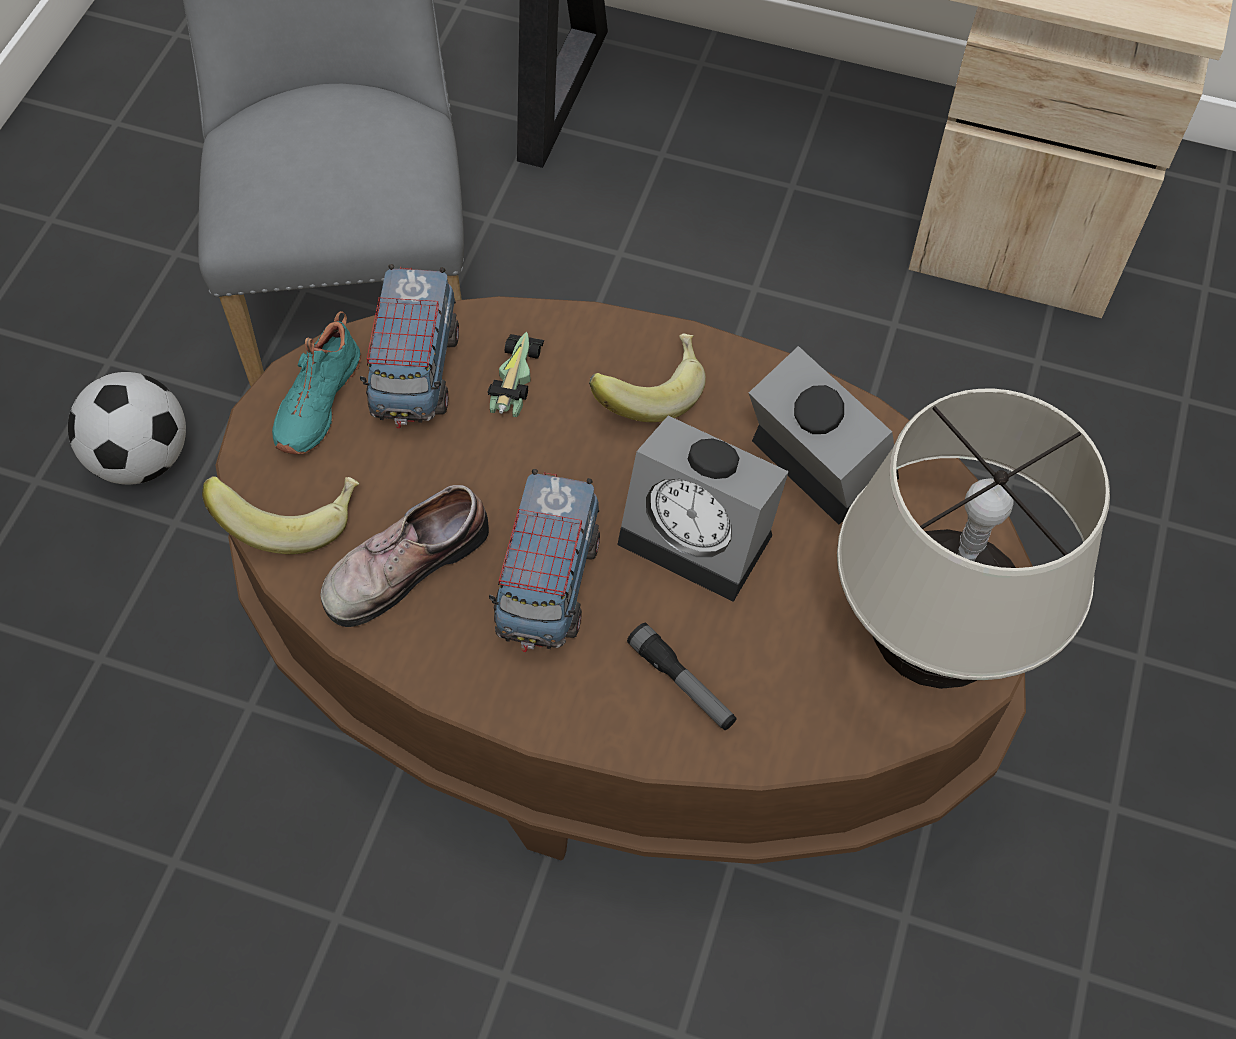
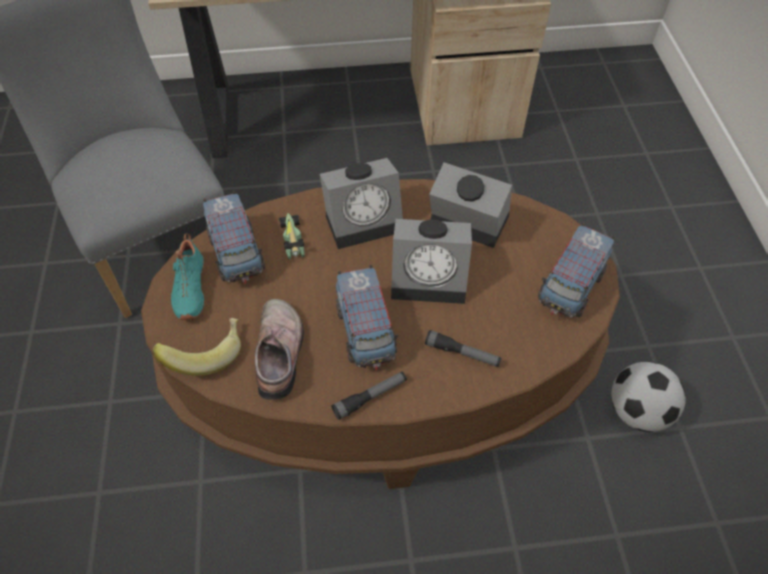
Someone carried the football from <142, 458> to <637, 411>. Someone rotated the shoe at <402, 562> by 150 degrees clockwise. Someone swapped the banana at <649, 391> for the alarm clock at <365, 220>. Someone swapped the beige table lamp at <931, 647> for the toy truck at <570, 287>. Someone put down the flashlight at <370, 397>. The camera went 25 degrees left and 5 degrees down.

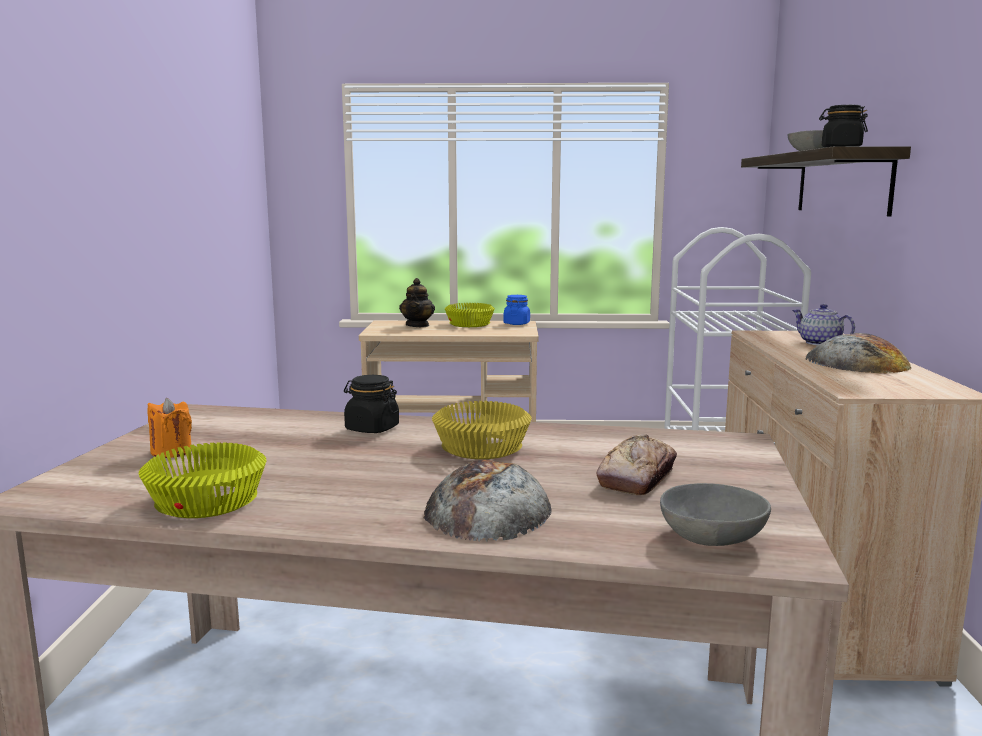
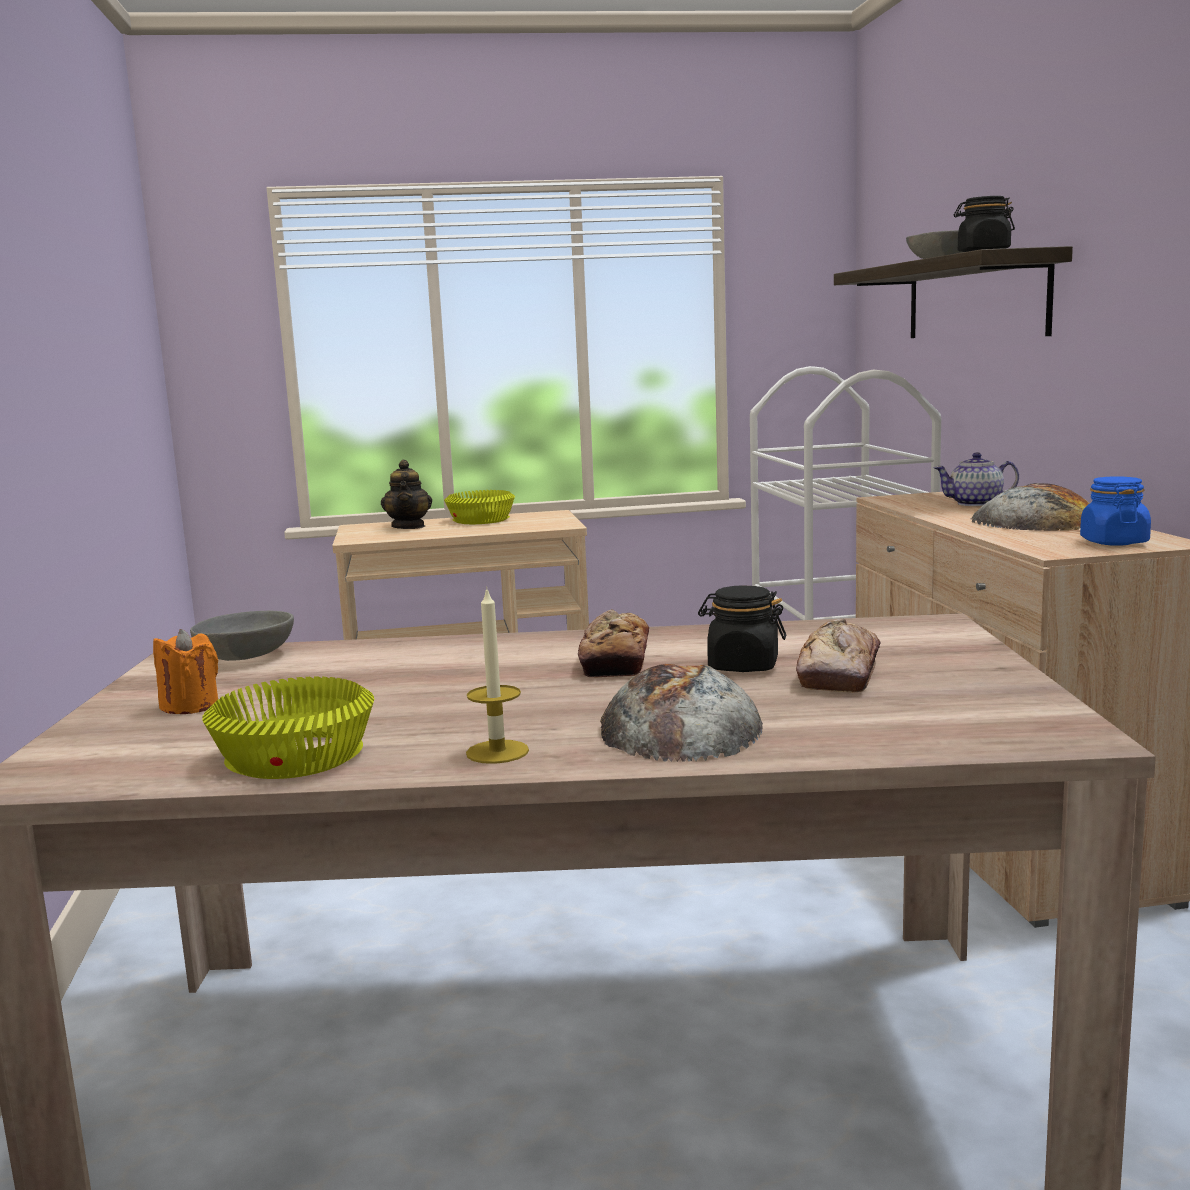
Someone carried the black jar from <371, 428> to <742, 666>. Someone swapped the yellow bowl at <480, 447> for the bread at <615, 660>. Someone carried the blue jar from <516, 323> to <1113, 542>. Someone carried the grey bowl from <711, 537> to <246, 656>. Someone rotated the teapot at <820, 343> by 45 degrees counterclockwise. Someone put down the candle at <497, 752>. The camera went 10 degrees left and 0 degrees up.

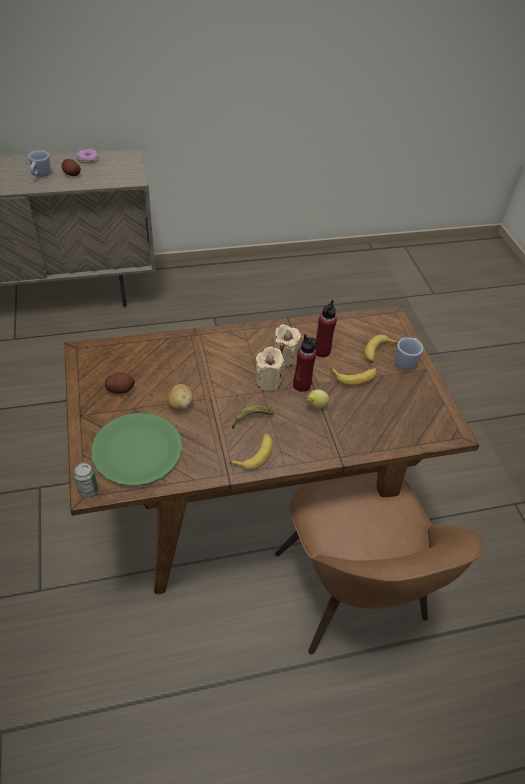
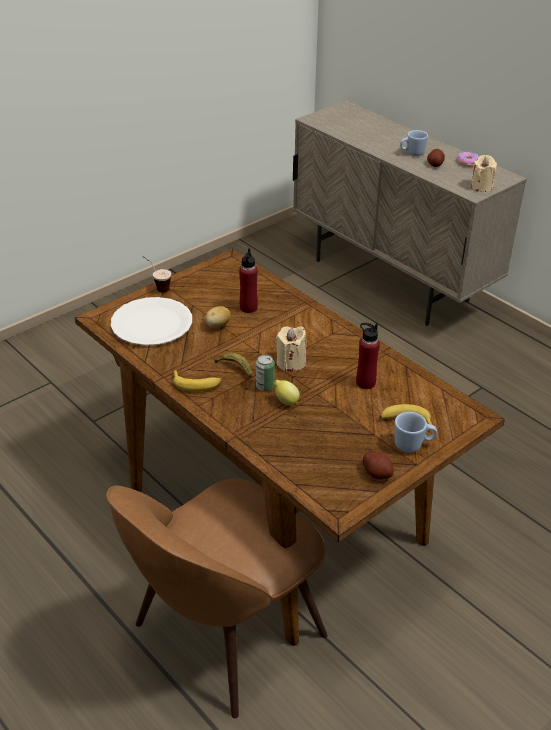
Someone carried the can from <88, 490> to <265, 386>. Someone repainted the green plate at <137, 450>, which became the white plate at <151, 323>. Someone carried the potato from <120, 389> to <377, 473>. Someone carried the beige candle from <285, 357> to <481, 187>. Someone carried the red bottle from <301, 385> to <248, 308>. Someone took away the banana at <355, 377>. Someone put down the cup at <157, 287>. The camera went 65 degrees right and 10 degrees down.

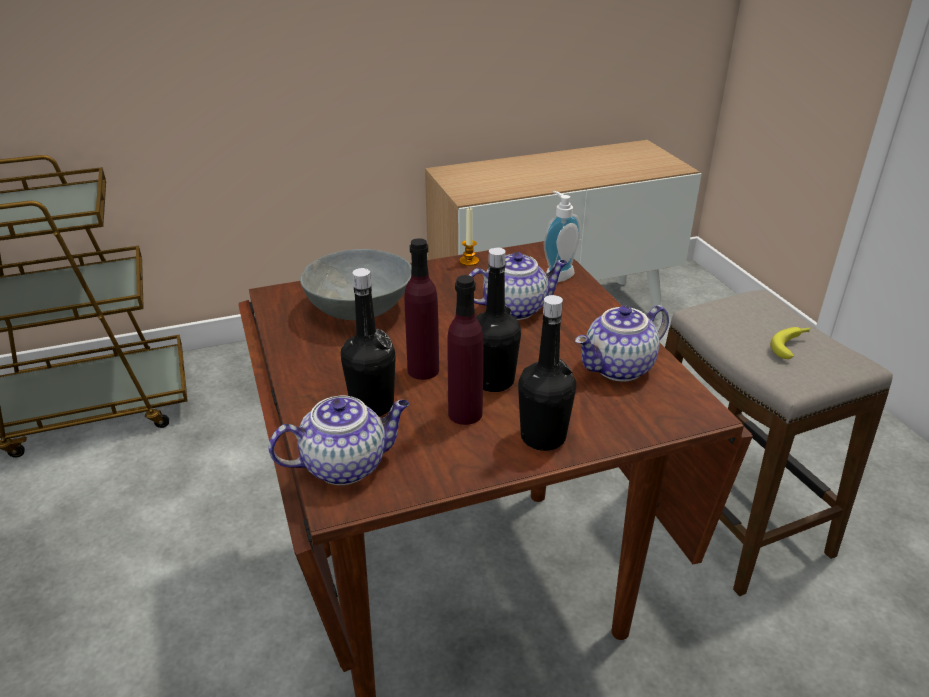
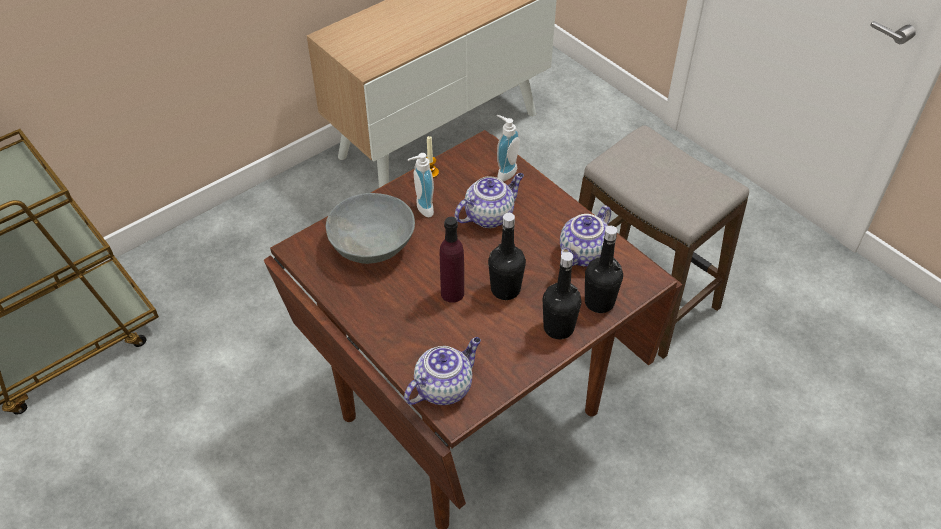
Someone carried the black bottle from <372, 405> to <599, 302>. Someone took away the purple bottle at <465, 413>. Someone took away the banana at <792, 345>. Someone put down the soap dispenser at <421, 209>. The camera went 20 degrees left and 15 degrees up.

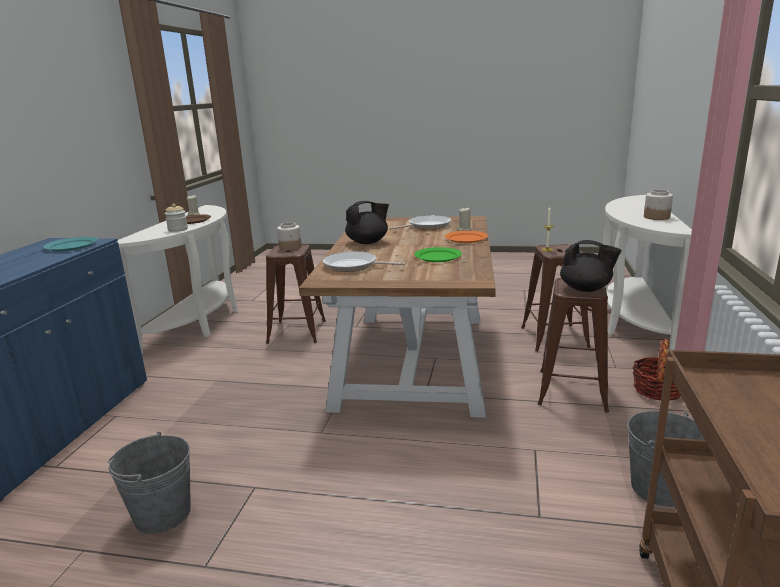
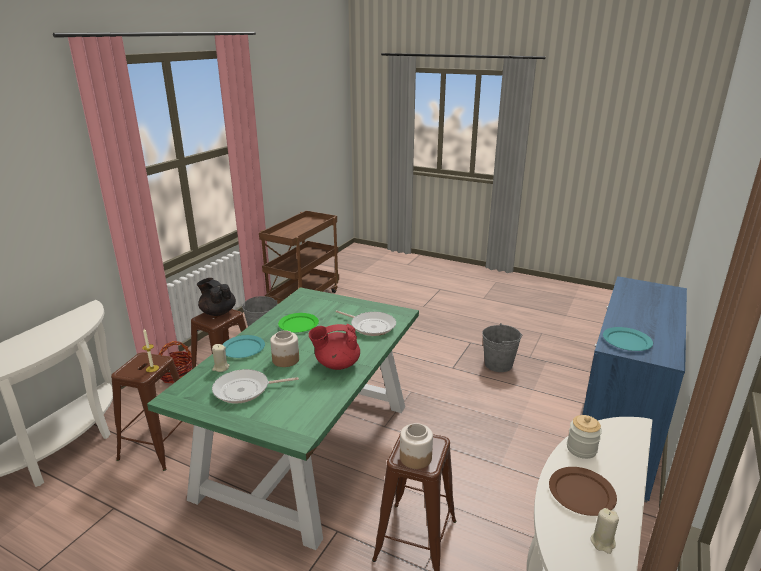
Someone repainted the brown dining table at <414, 359>, which became the green dining table at <308, 447>. Someone repainted the black teapot at <368, 242>, which became the red teapot at <336, 364>. Someone repainted the orange plate at <466, 238>, which became the turquoise plate at <243, 349>. Someone carried the jar from <657, 217> to <285, 360>. The camera went 165 degrees left and 5 degrees up.

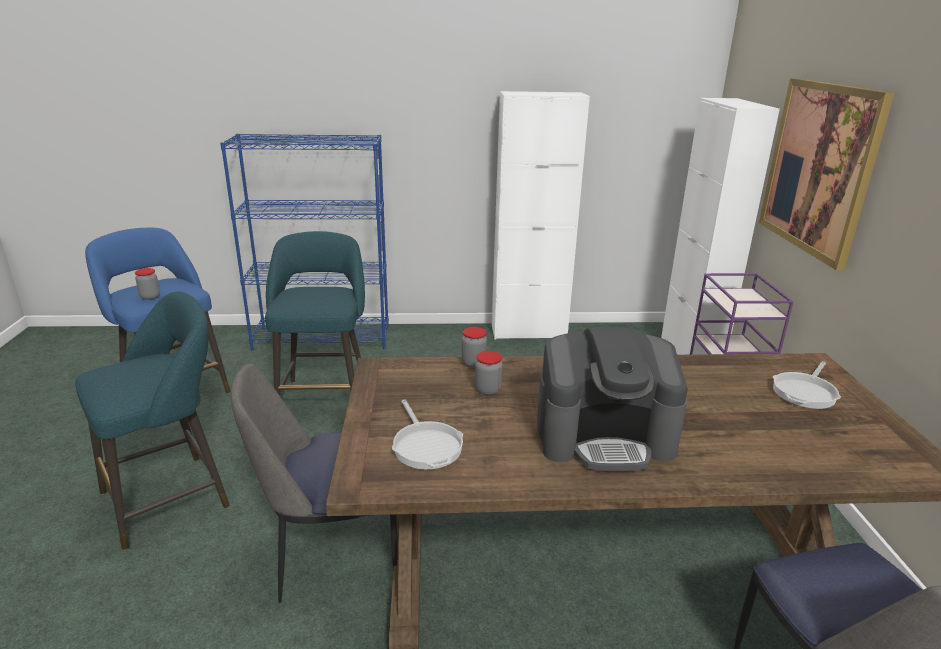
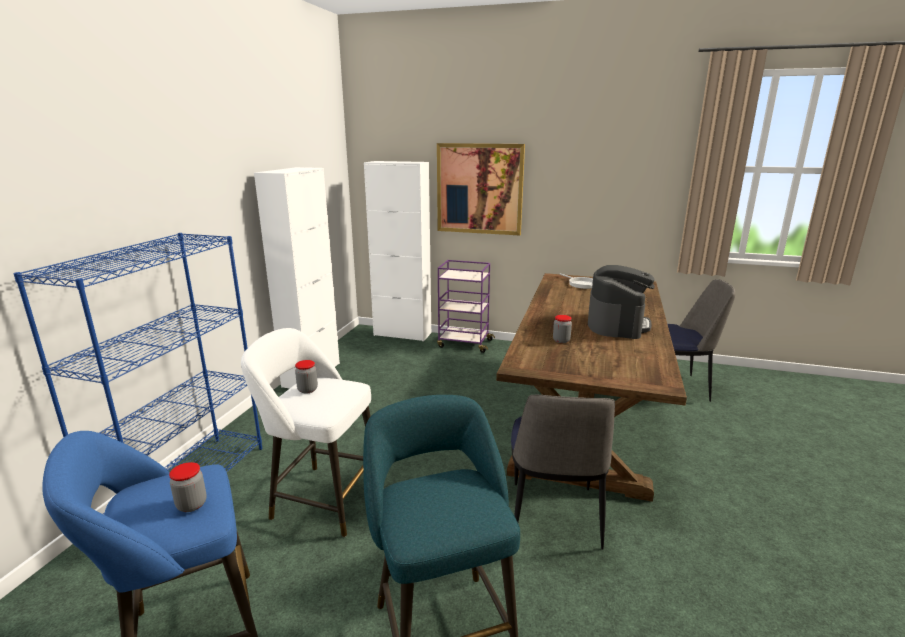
Someone repainted the turquoise stool at <324, 396>, which became the white stool at <322, 498>. Someone took away the frying pan at <426, 446>. Someone carried the jar from <473, 363> to <307, 390>. The camera went 70 degrees left and 5 degrees down.

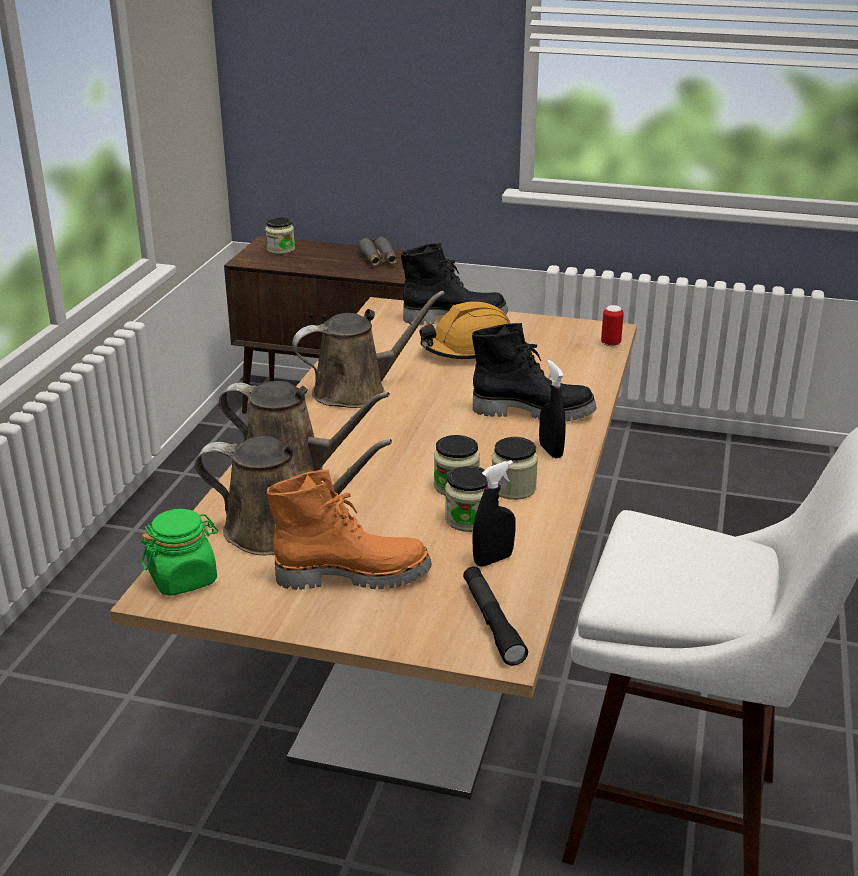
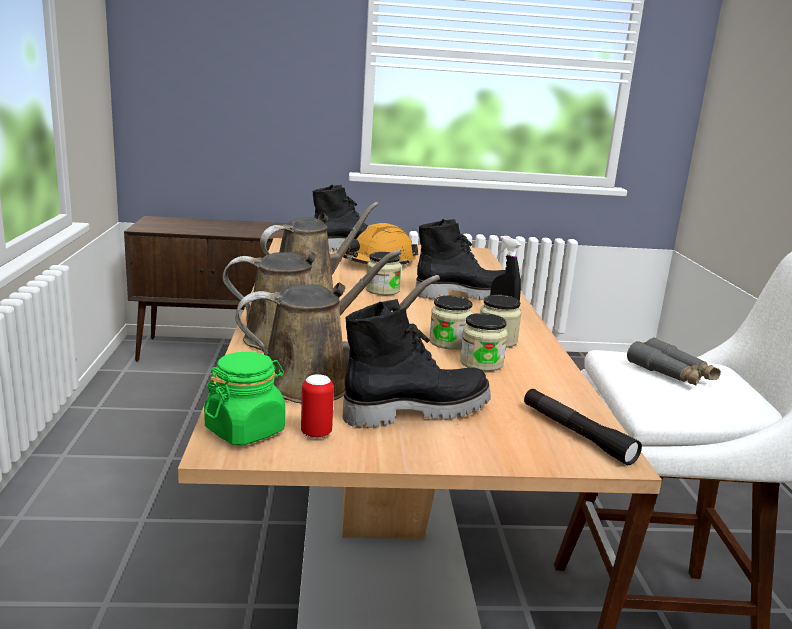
Someone carried the jar from <280, 249> to <382, 290>. Someone repainted the orange boot at <353, 574>, which became the black boot at <416, 411>. Someone carried the grey binoculars from <379, 259> to <671, 373>. Someone took away the black spray bottle at <493, 559>. Someone carried the can from <610, 343> to <316, 433>. The camera went 20 degrees left and 10 degrees down.

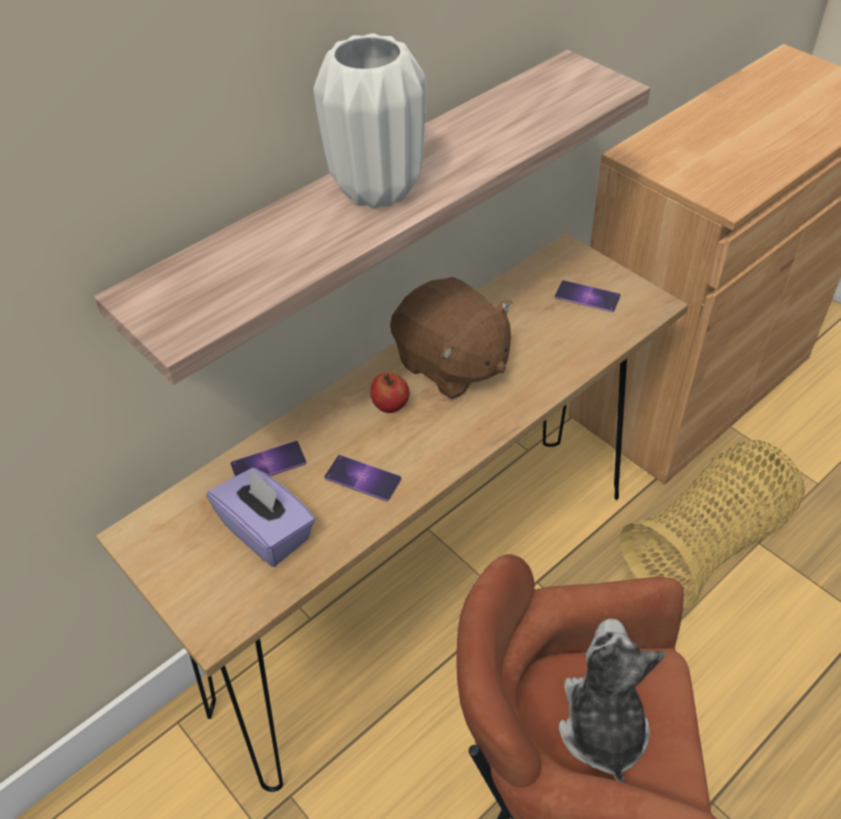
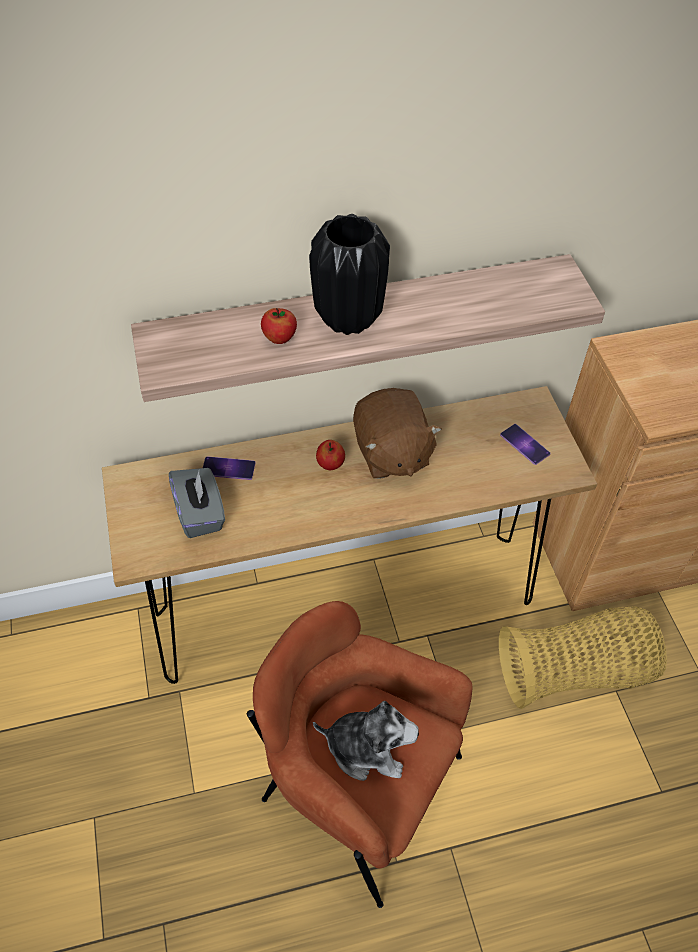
Someone repainted the purple tissue box at <268, 531>, which became the grey tissue box at <200, 513>. Someone repainted the white vase at <377, 189>, which became the black vase at <348, 318>. Someone took away the phone at <362, 478>. Someone rotated the plush toy at <602, 725> by 75 degrees clockwise. Someone put down the apple at <279, 338>. The camera went 25 degrees right and 5 degrees up.

